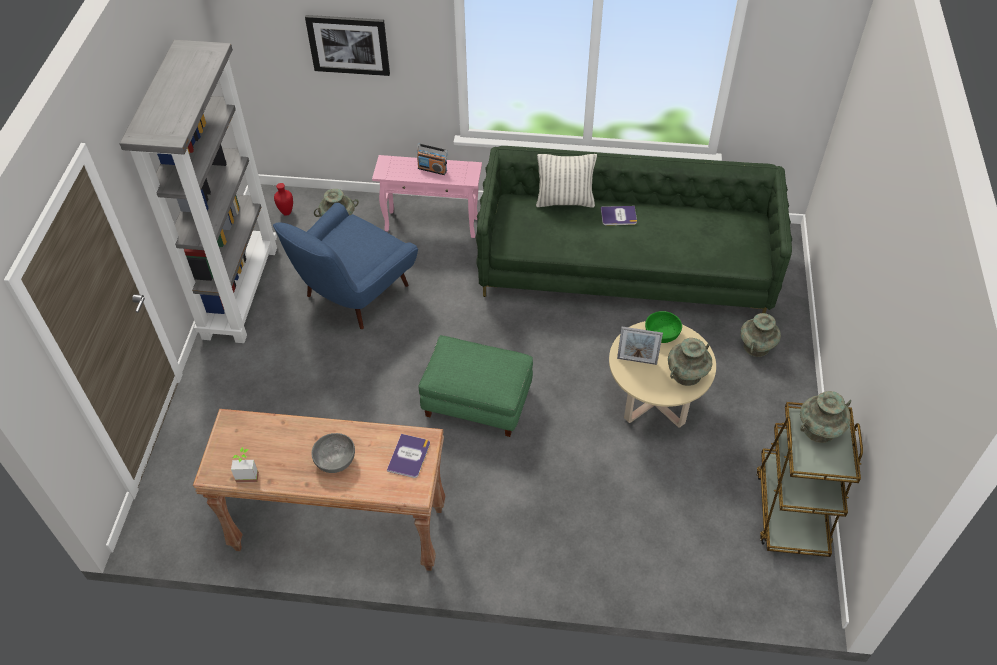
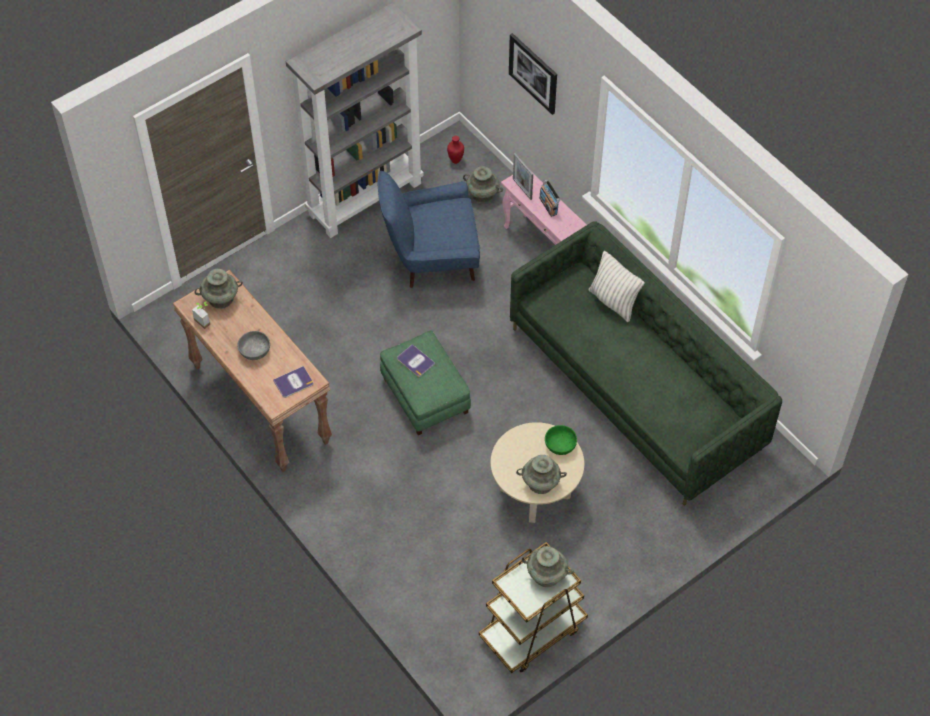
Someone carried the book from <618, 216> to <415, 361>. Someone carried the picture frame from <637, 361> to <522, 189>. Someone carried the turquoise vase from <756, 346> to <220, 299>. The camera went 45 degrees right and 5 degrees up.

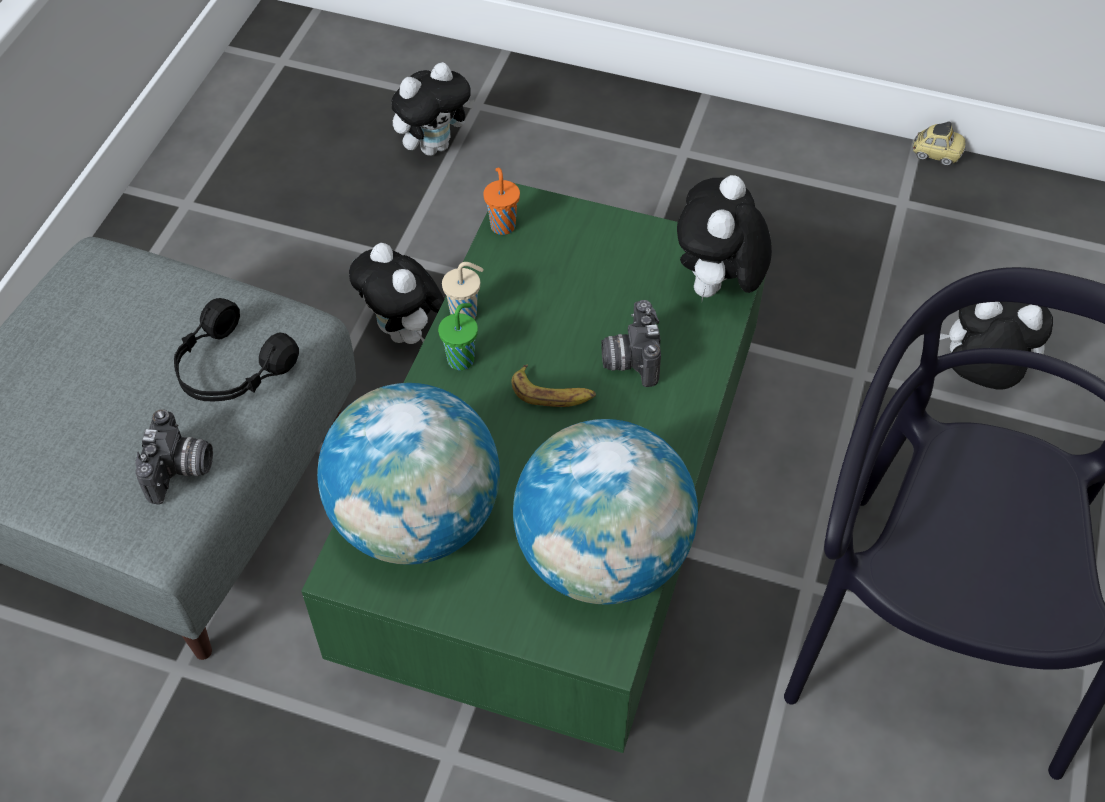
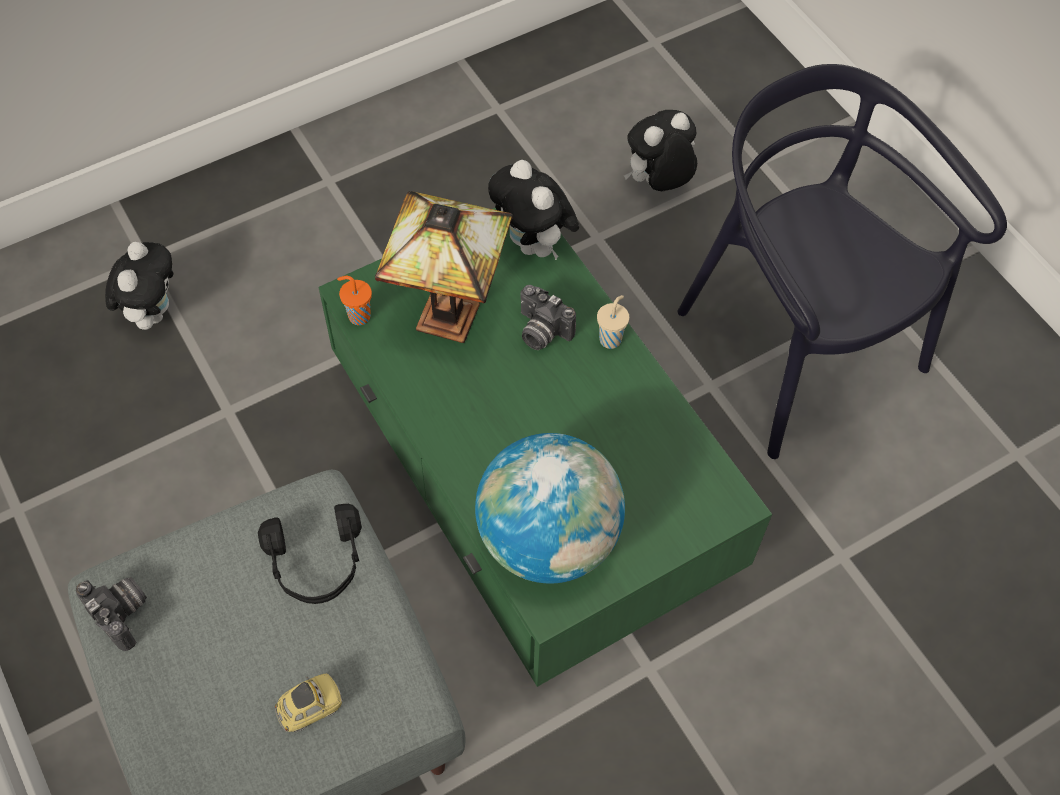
Someone carried the photo camera from <181, 471> to <123, 614>. Someone took away the plush toy at <405, 333>. Someone took away the green cup at <462, 359>. Someone carried the beige cup from <465, 314> to <611, 338>. Someone took away the banana at <553, 393>. Someone took away the globe at <602, 557>. Someone carried the toy car from <936, 154> to <310, 708>. Someone put down the table lamp at <453, 315>. The camera went 50 degrees left and 5 degrees up.

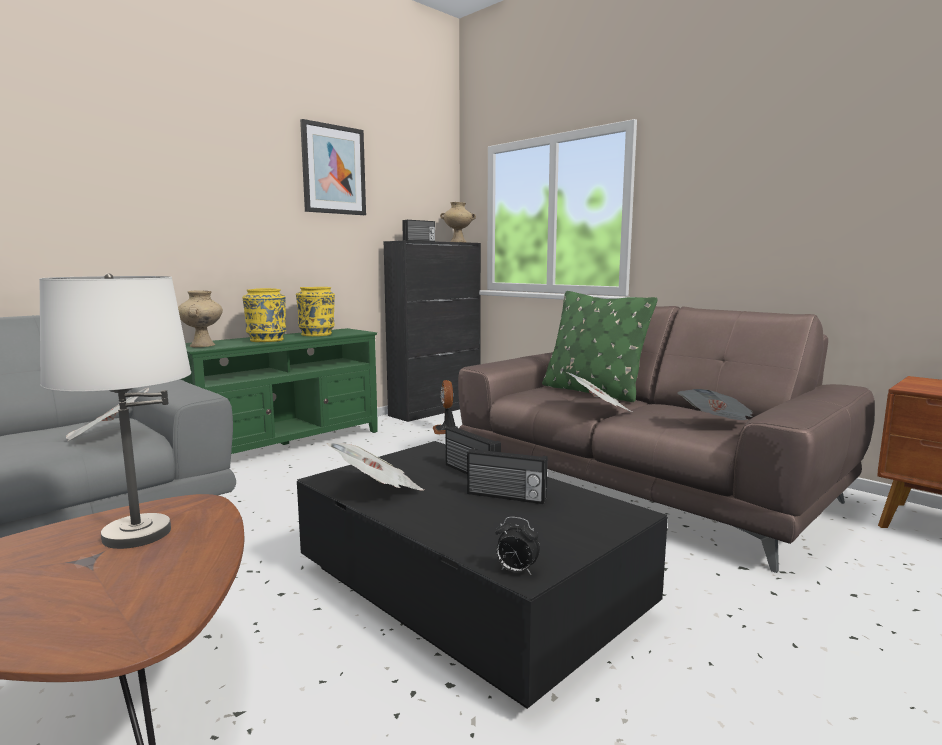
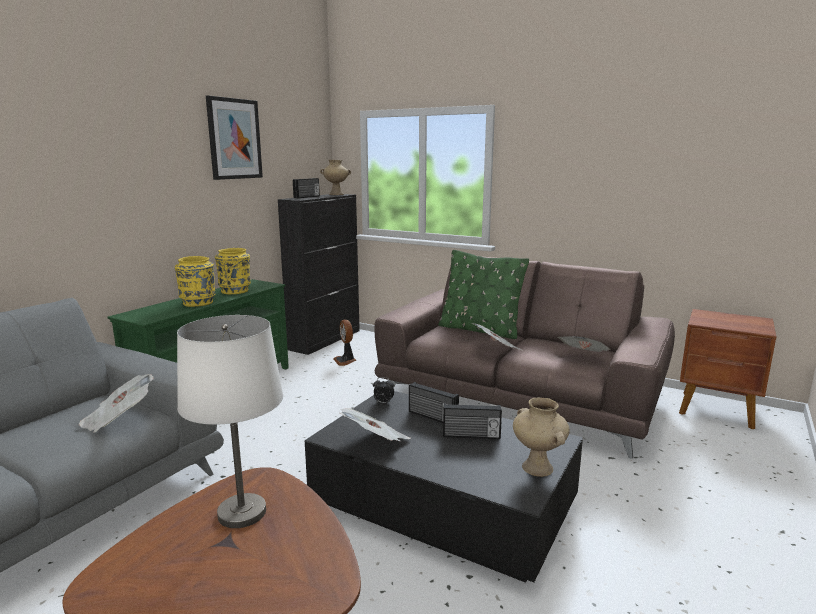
Someone carried the beige vase from <203, 345> to <538, 468>. Someone carried the alarm clock from <516, 571> to <383, 403>. The camera went 15 degrees left and 5 degrees up.

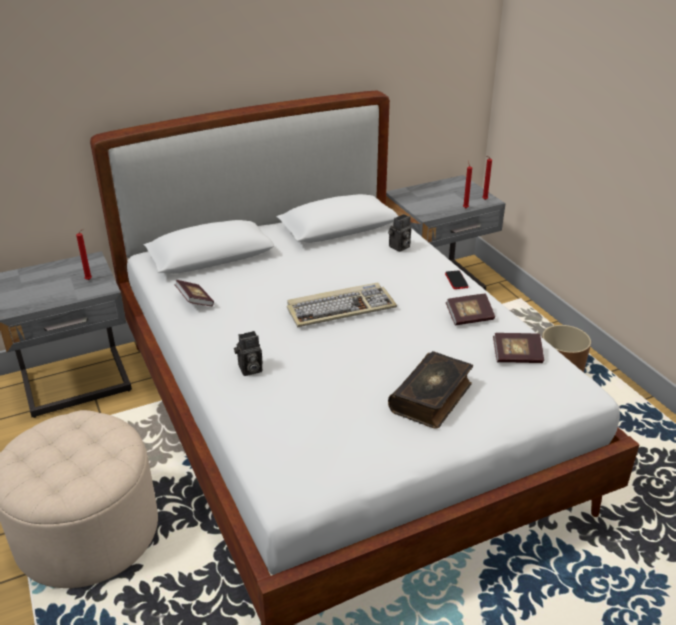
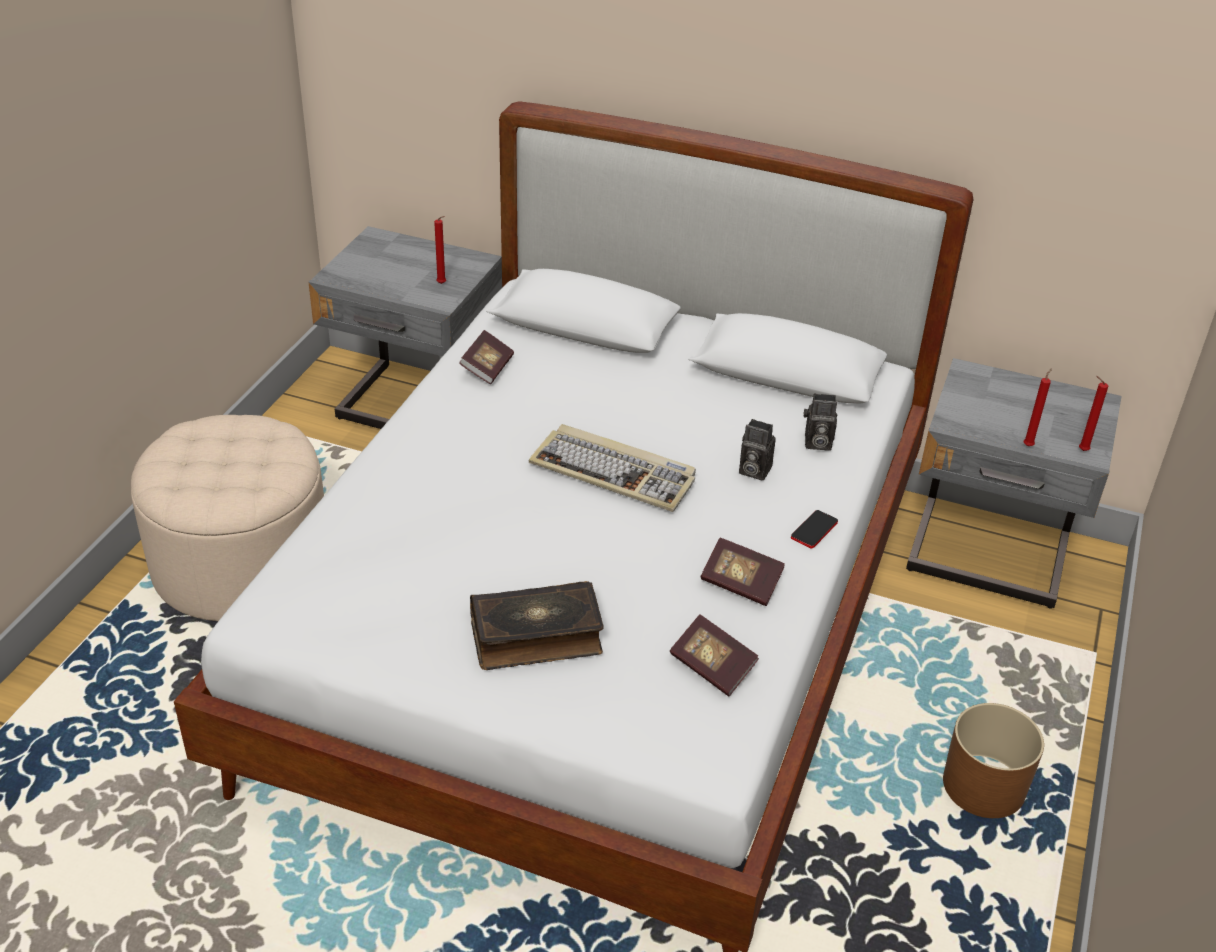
Someone carried the photo camera from <249, 370> to <752, 470>. The camera went 45 degrees right and 5 degrees up.

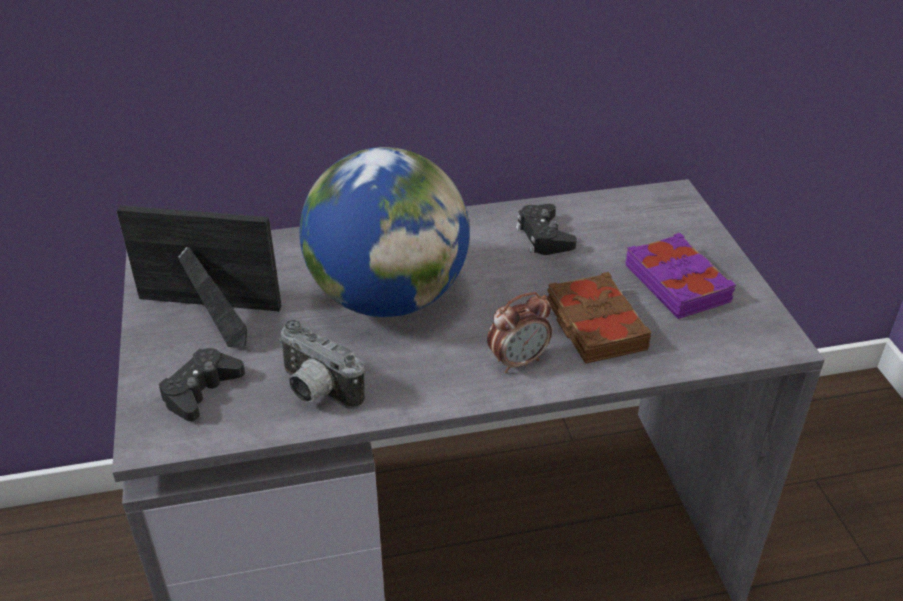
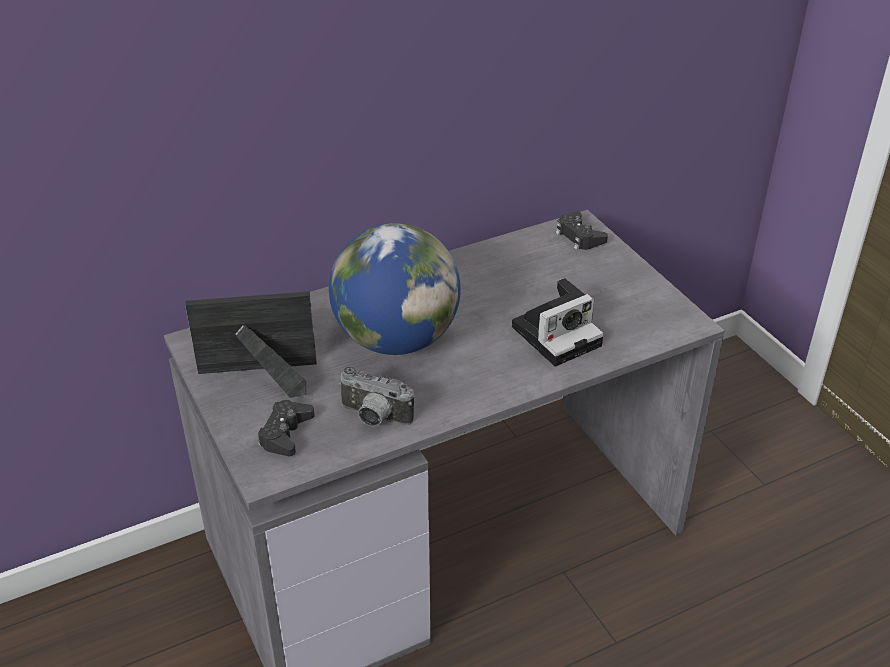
Someone took away the alarm clock at <518, 361>. Someone carried the black game controller from <544, 236> to <579, 236>. Someone swapped the brown book at <594, 326> for the photo camera at <558, 334>. Someone took away the purple book at <678, 283>. The camera went 15 degrees left and 0 degrees up.

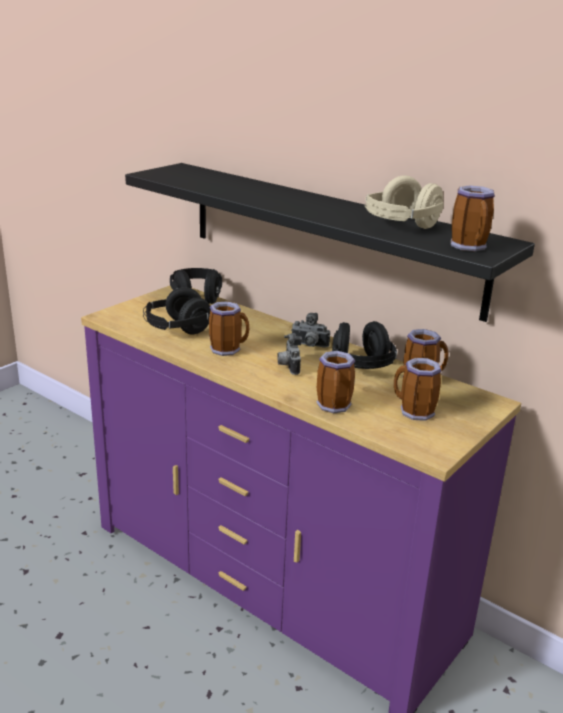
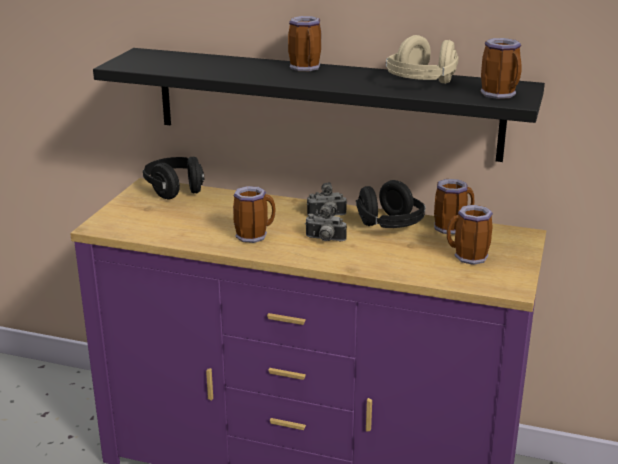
Someone took away the black headphones at <176, 329>. Someone rotated the photo camera at <288, 366> by 45 degrees counterclockwise. Someone carried the mug from <335, 407> to <307, 68>. The camera went 20 degrees left and 0 degrees up.

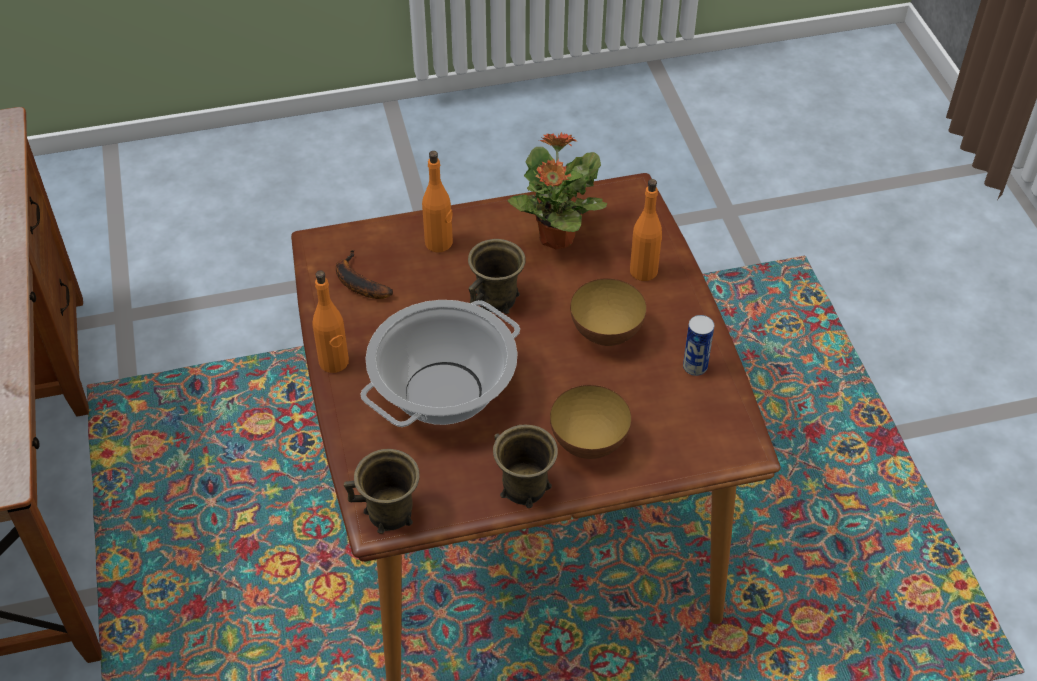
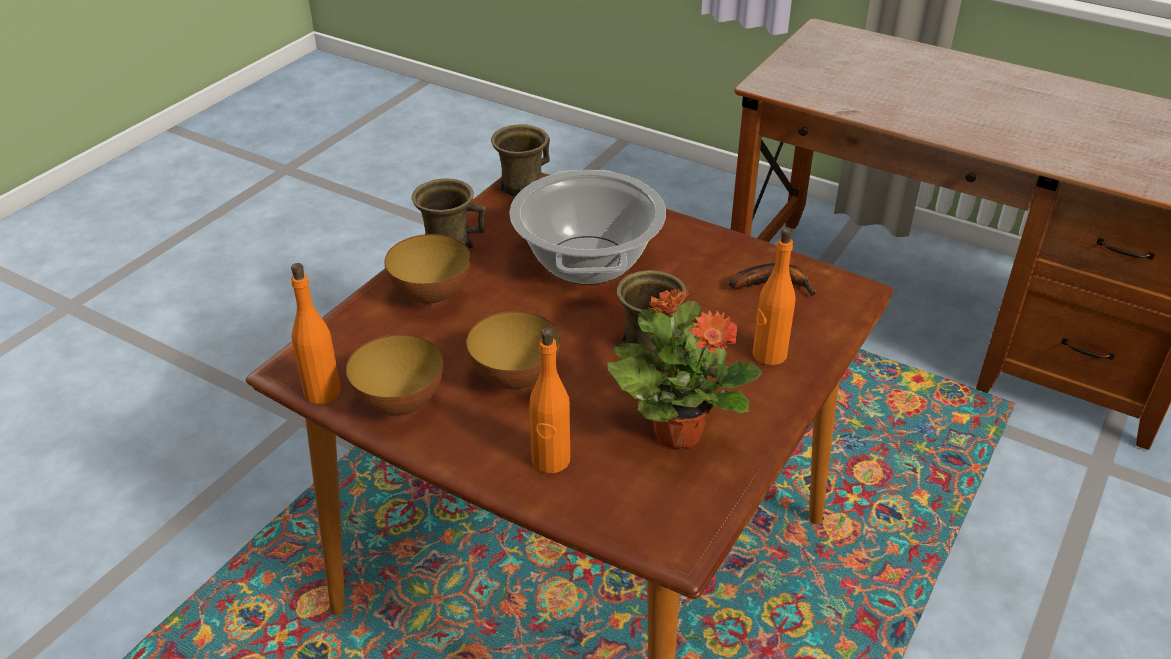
Someone carried the orange bottle from <334, 362> to <322, 392>. Someone swapped the can at <695, 367> for the bowl at <400, 404>. The camera went 135 degrees right and 10 degrees down.

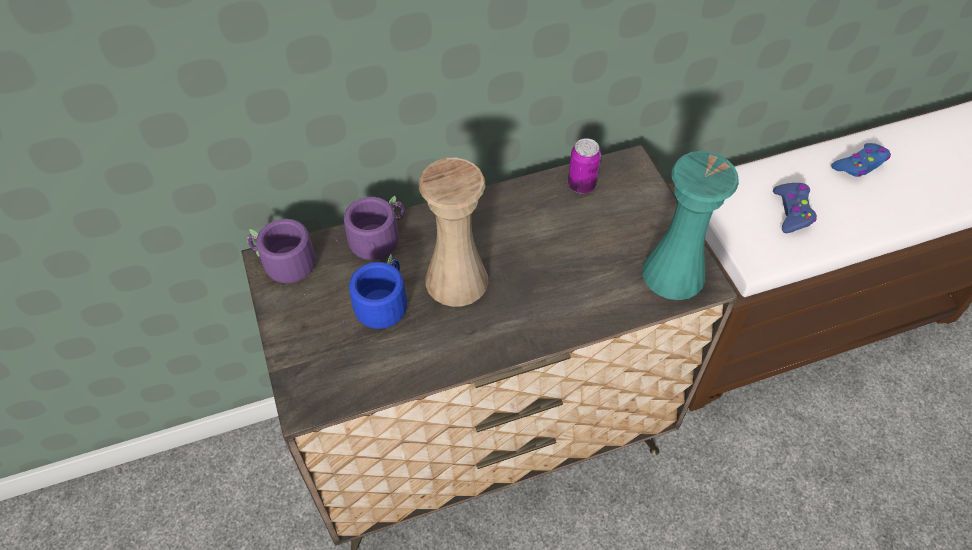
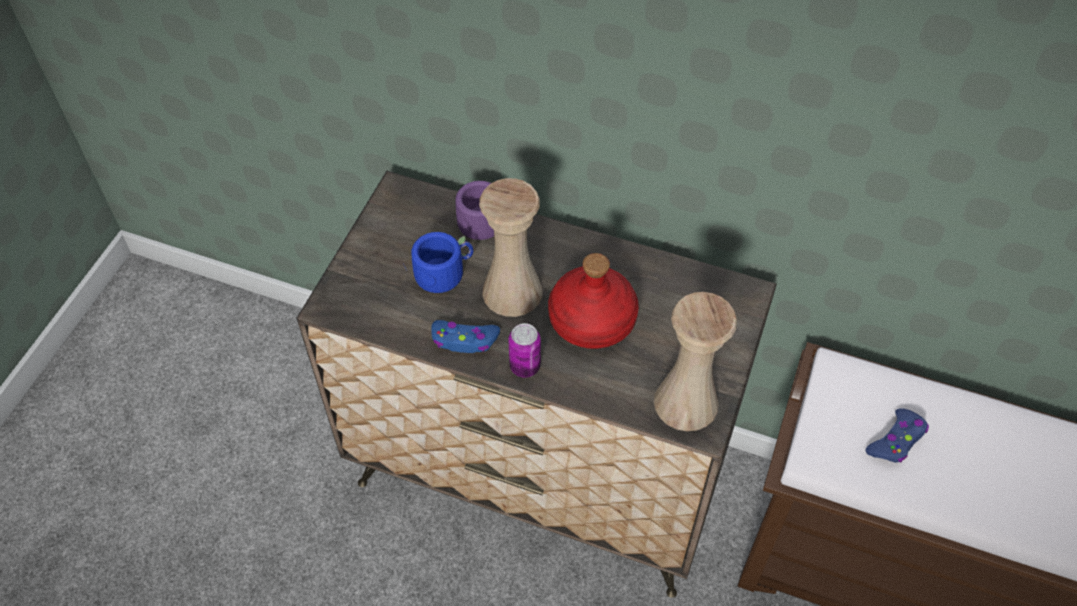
Someone took away the purple mug at <283, 266>. Someone carried the can from <581, 185> to <525, 366>. Someone repainted the turquoise vase at <673, 273>, which became the beige vase at <686, 402>. Someone carried the blue game controller from <860, 165> to <464, 340>. Someone put down the red bottle at <591, 320>. The camera went 40 degrees right and 0 degrees up.

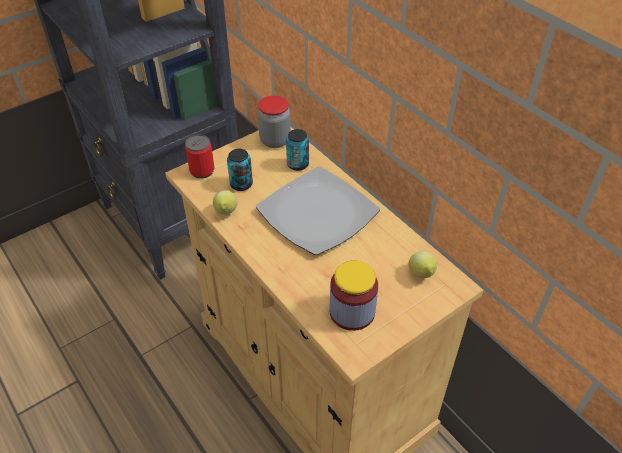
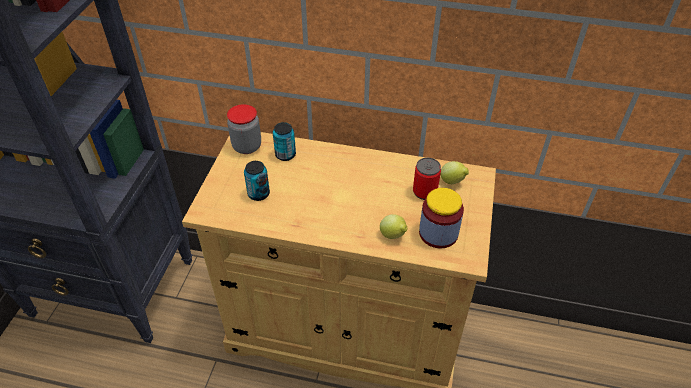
Someone carried the can from <202, 171> to <424, 192>. Someone carried the lemon from <226, 213> to <393, 236>. Someone took away the plate at <317, 212>. The camera went 40 degrees left and 0 degrees up.

